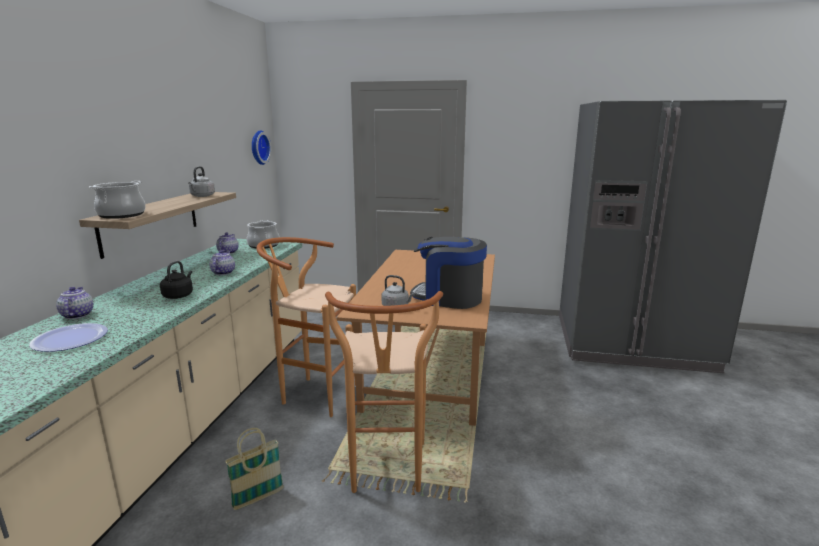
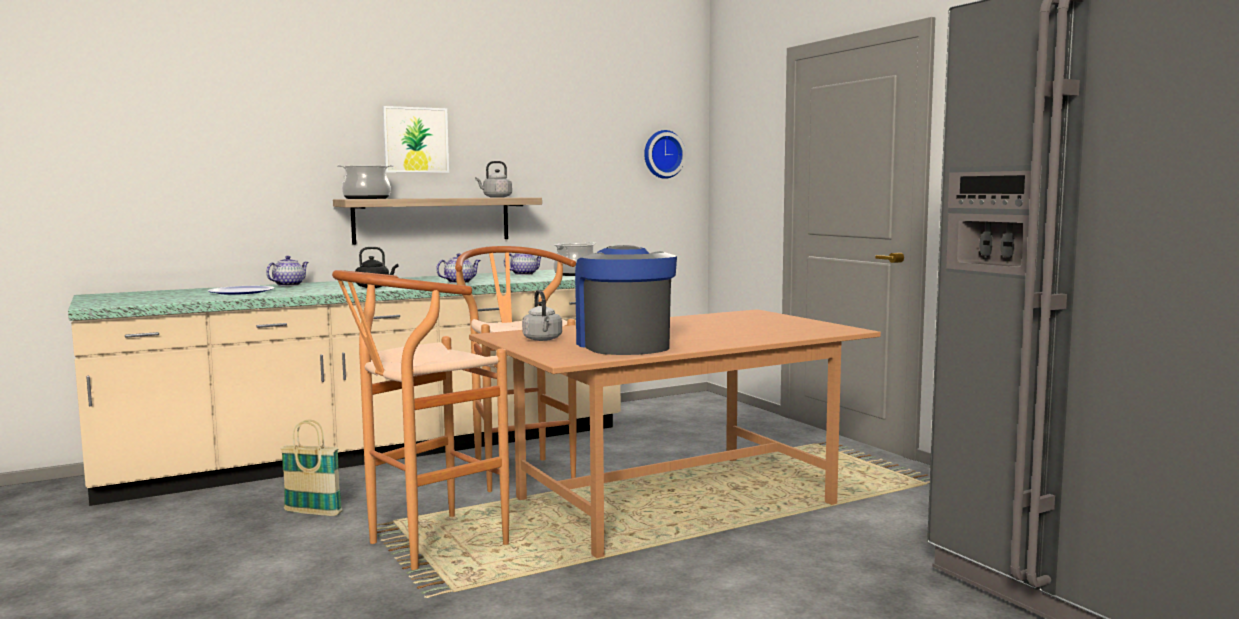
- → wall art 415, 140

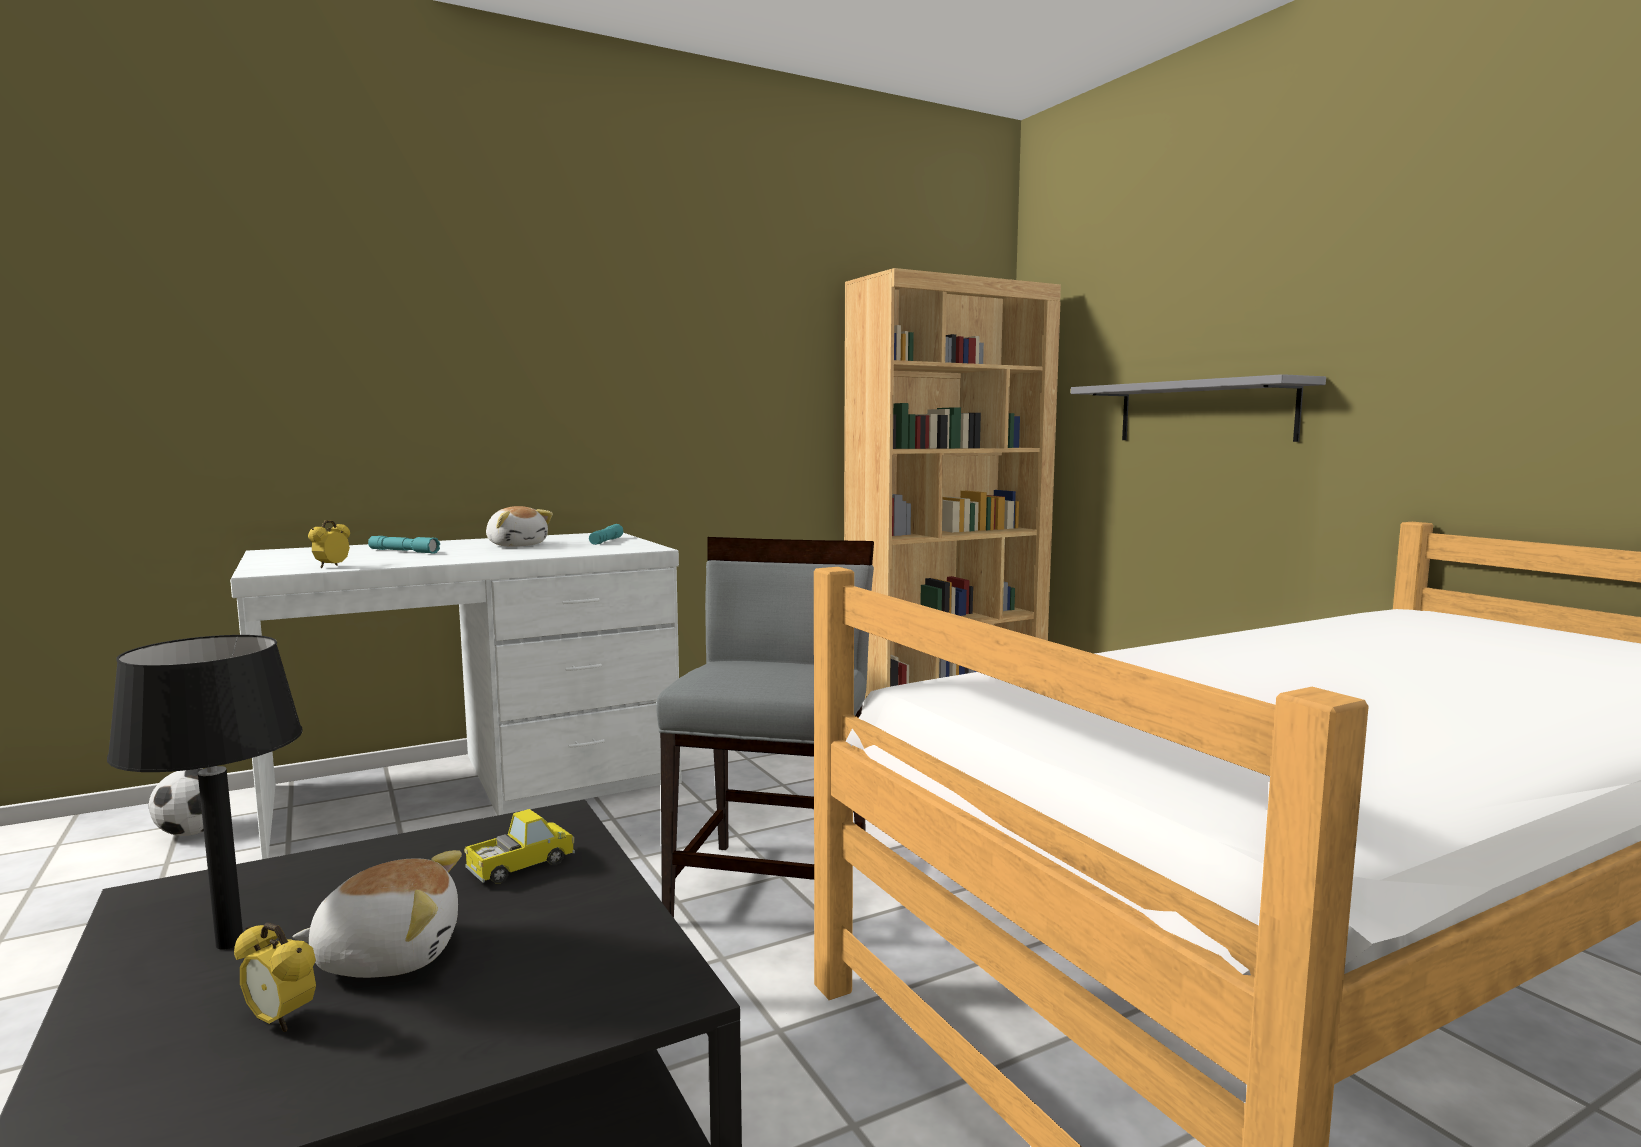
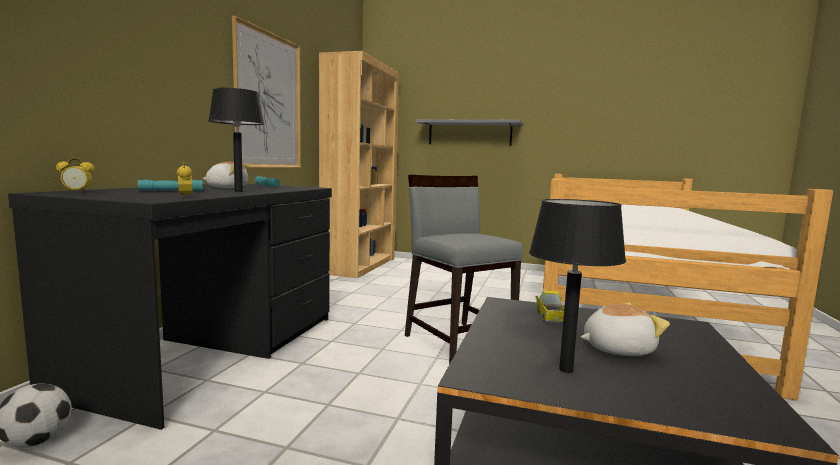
white-coloured desk table 478, 785 → blackish desk table 214, 350
plush toy 389, 955 → plush toy 616, 349, 45 degrees clockwise
alarm clock 280, 1021 → alarm clock 77, 192, move
- → wall art 269, 101
- → blackish tabletop lamp 238, 191

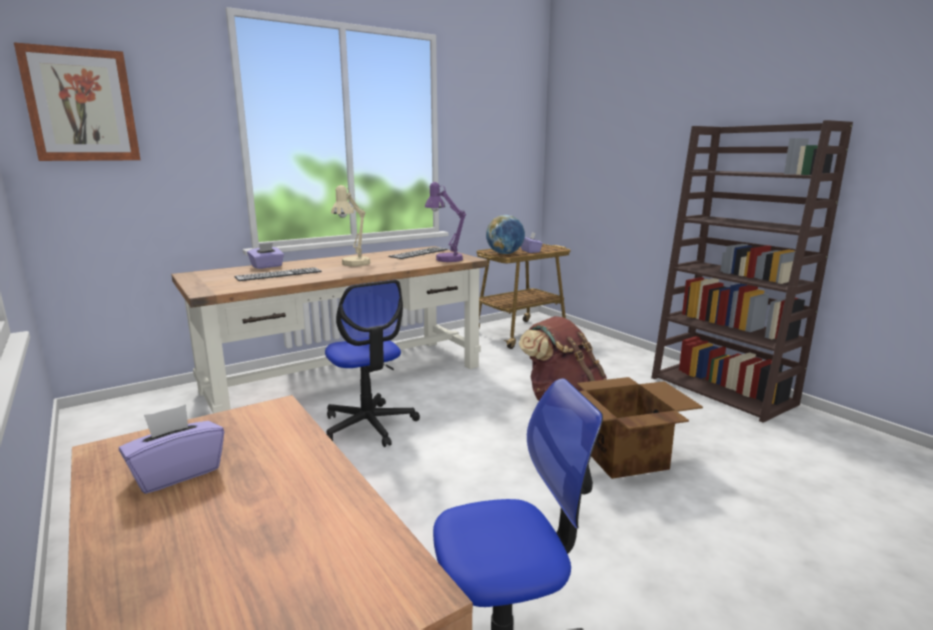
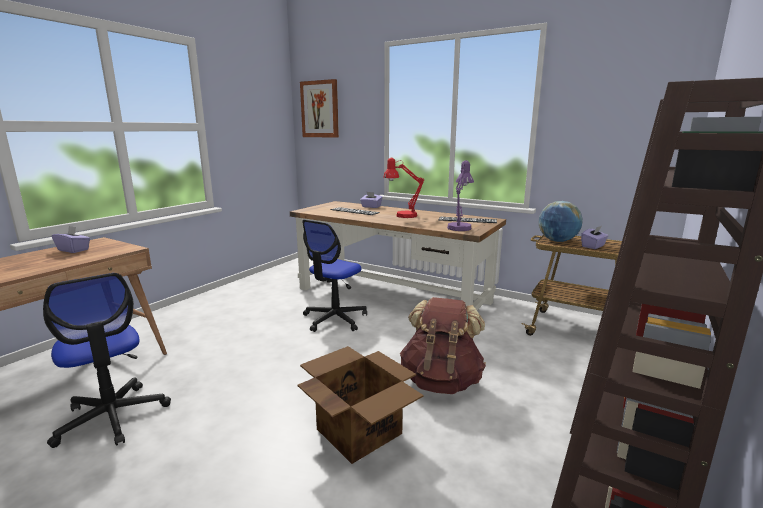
beige-coloured tabletop lamp 353, 264 → reddish tabletop lamp 401, 216

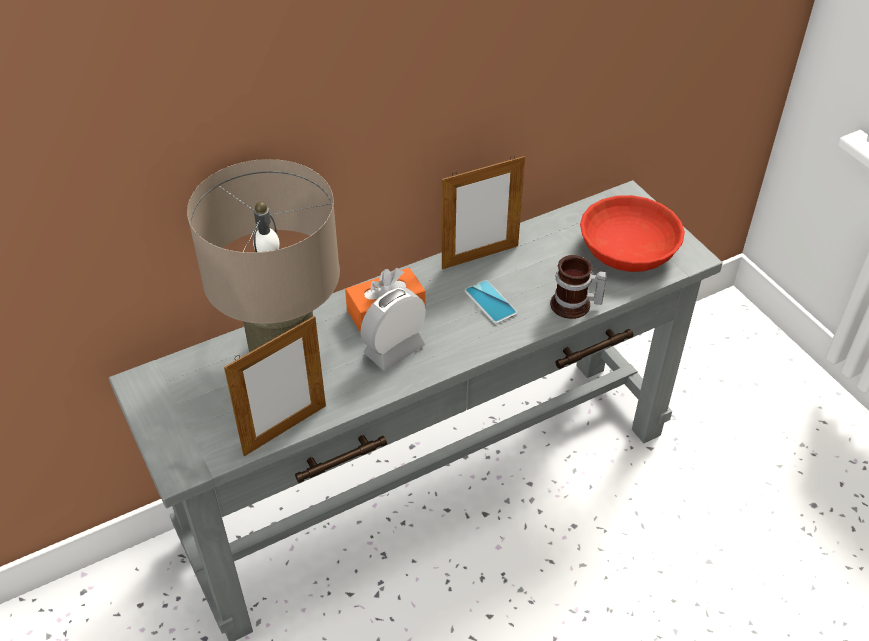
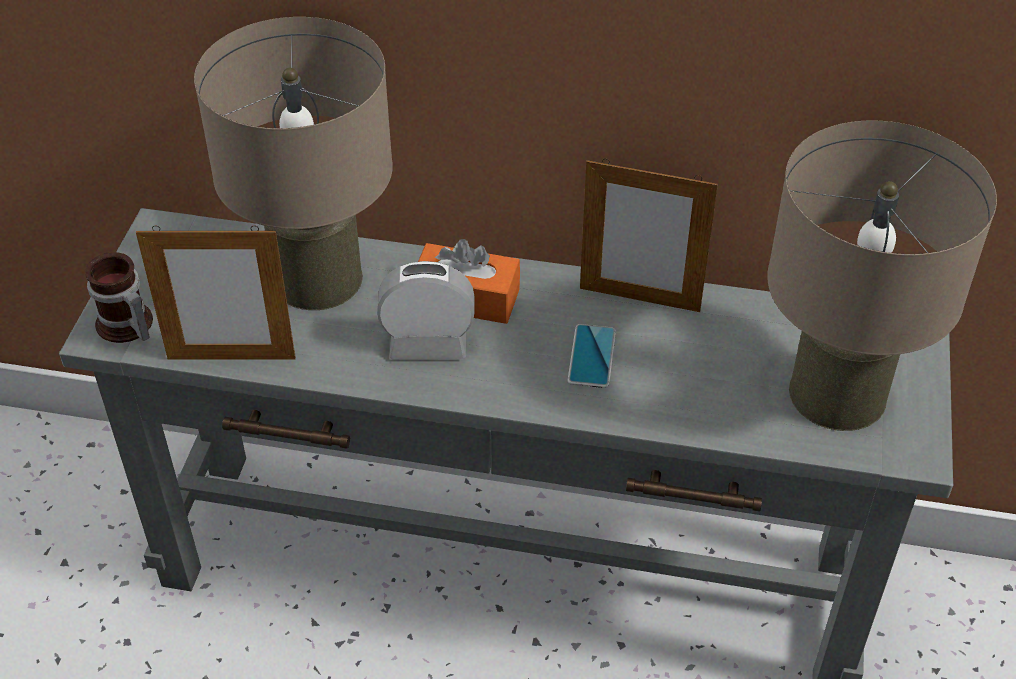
reddish deep dish 628, 249 → beige-coloured tabletop lamp 837, 394
coffee mug 574, 306 → coffee mug 125, 327, move

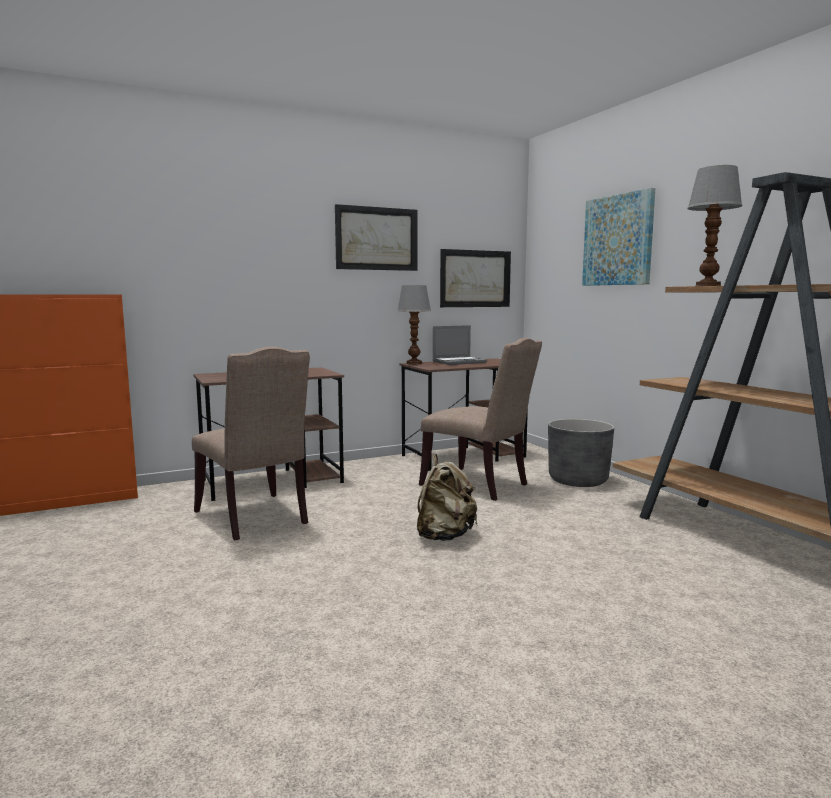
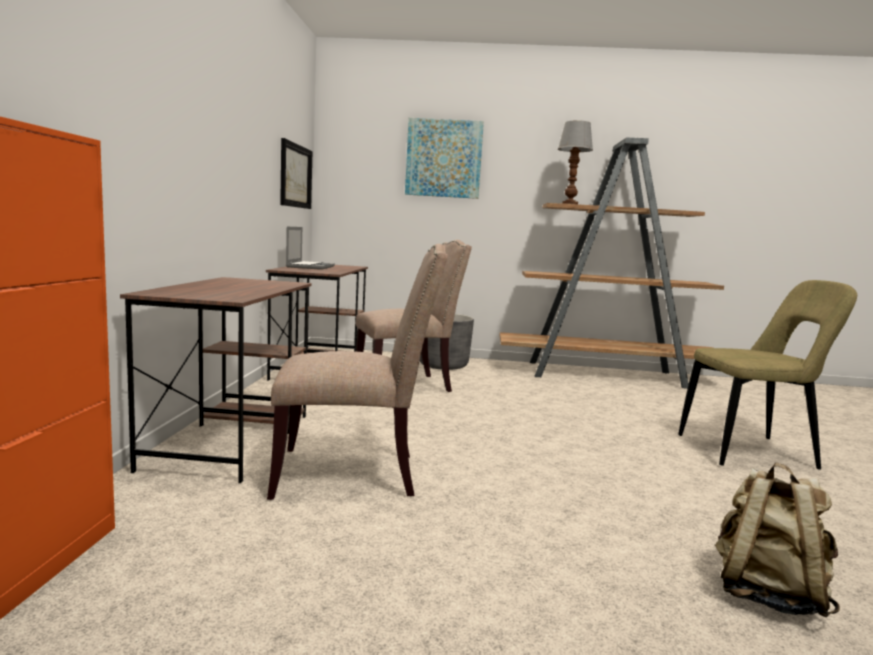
wall art 376, 239 → -
tabletop lamp 414, 363 → -
beige-coloured knapsack 444, 536 → beige-coloured knapsack 767, 594, move
- → beige-coloured chair 752, 452

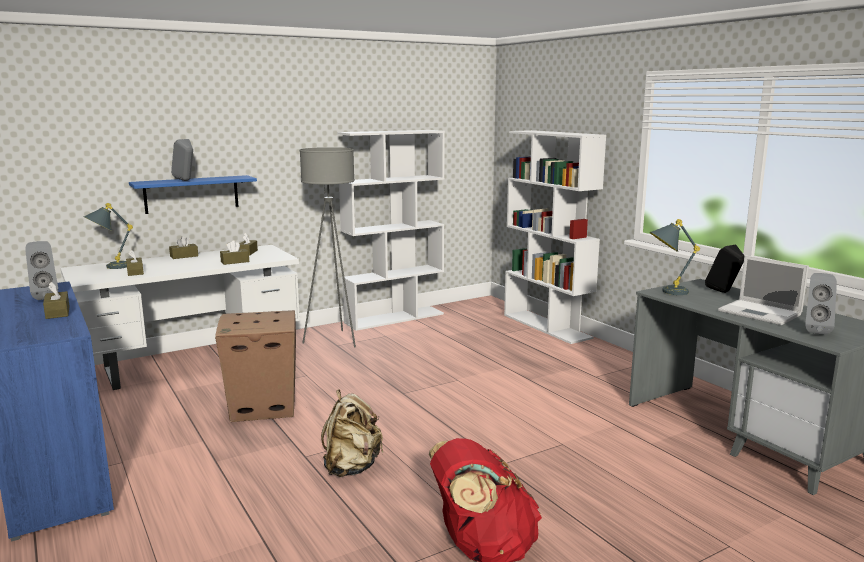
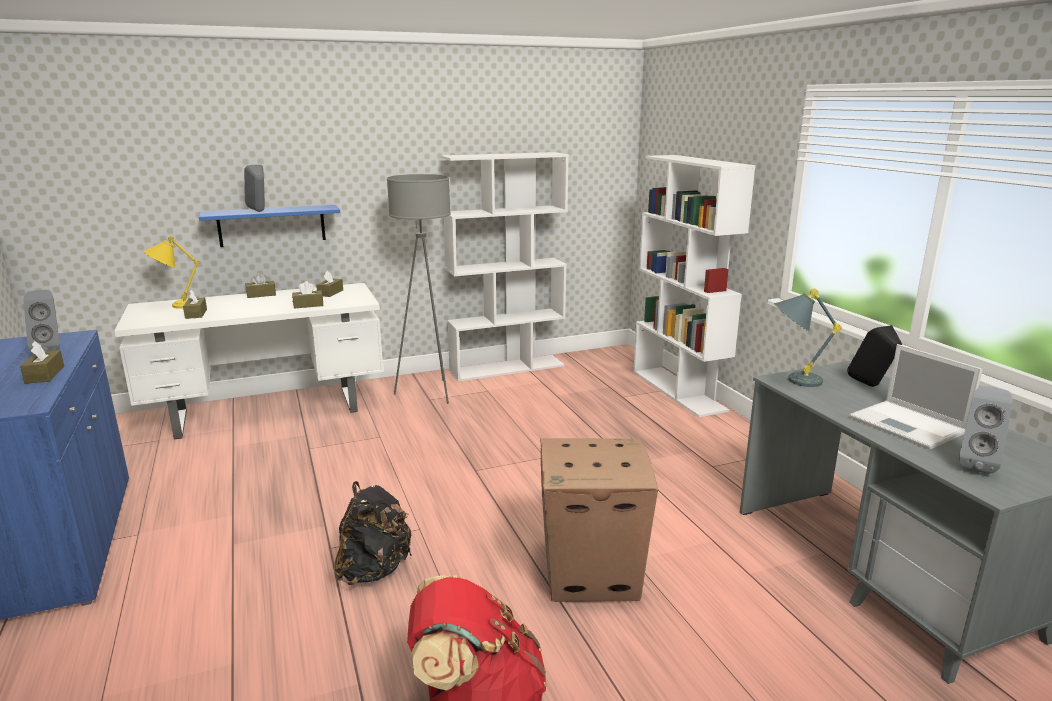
greyish tabletop lamp 109, 267 → yellowish tabletop lamp 175, 306
packing box 264, 406 → packing box 592, 573, move
beige-coloured knapsack 351, 468 → blackish knapsack 374, 570

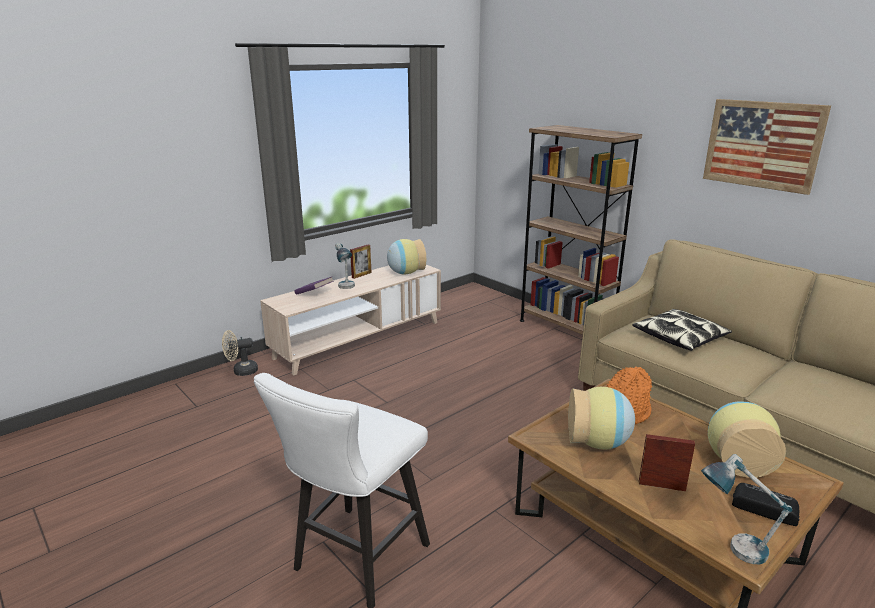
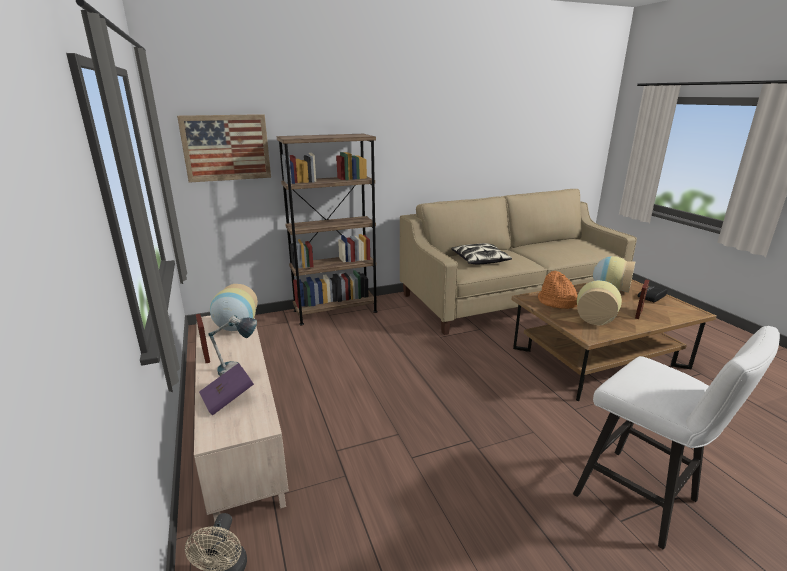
wall art 762, 145 → wall art 226, 148, move
tabletop lamp 732, 548 → -

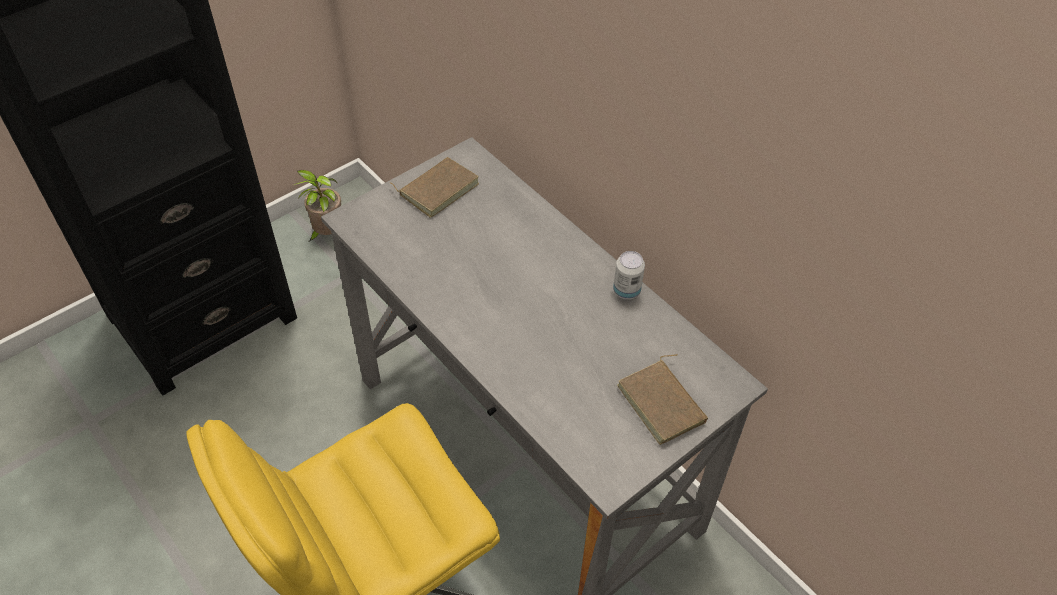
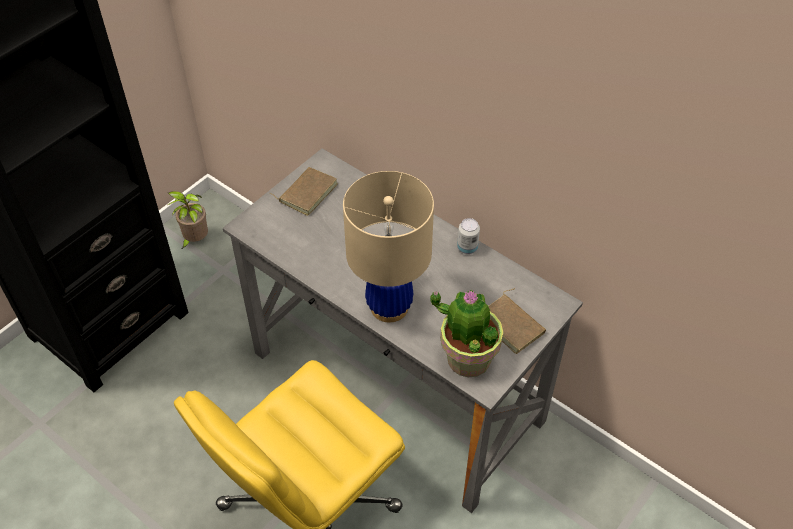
- → beige-coloured tabletop lamp 389, 306
- → potted plant 468, 358

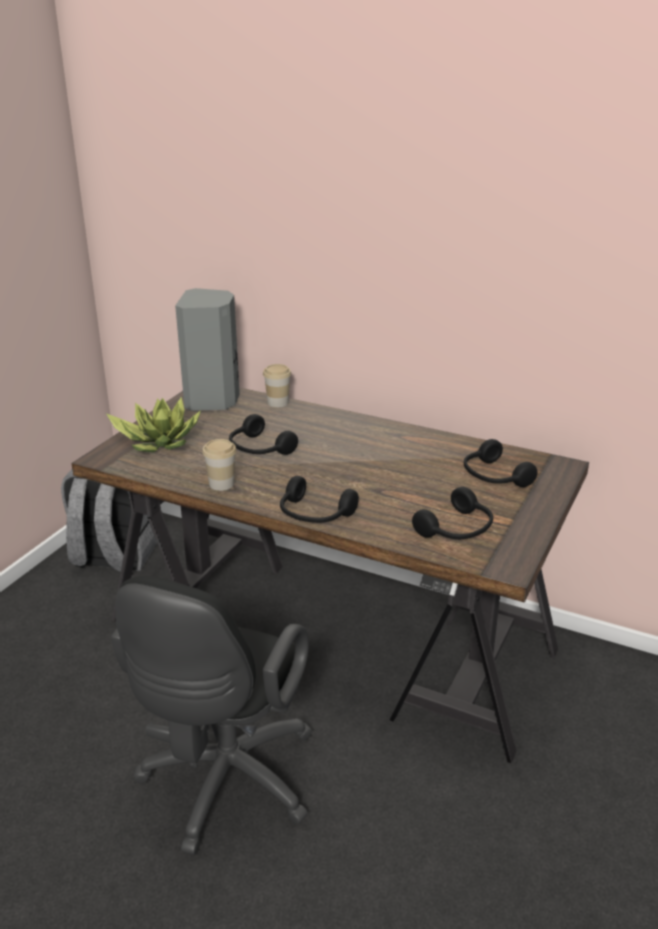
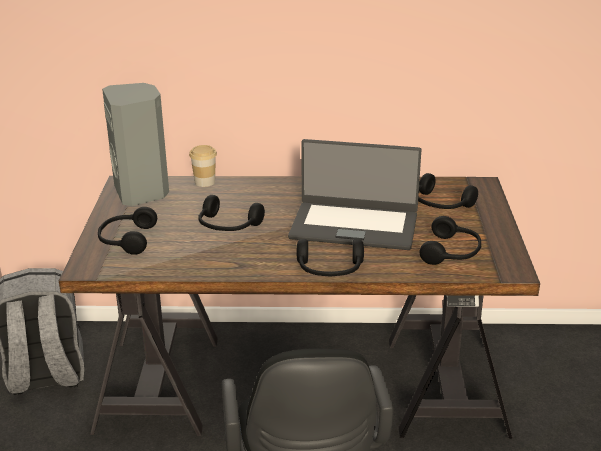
potted plant 159, 440 → blackish headphones 126, 240
drinking cup 221, 484 → -
- → notebook computer 354, 225

